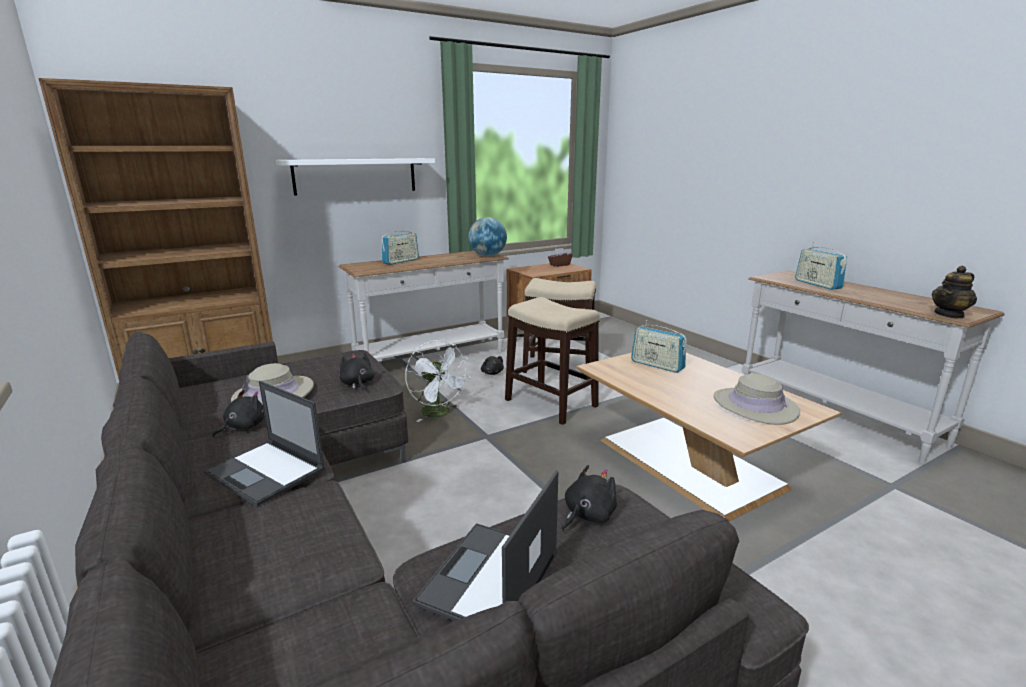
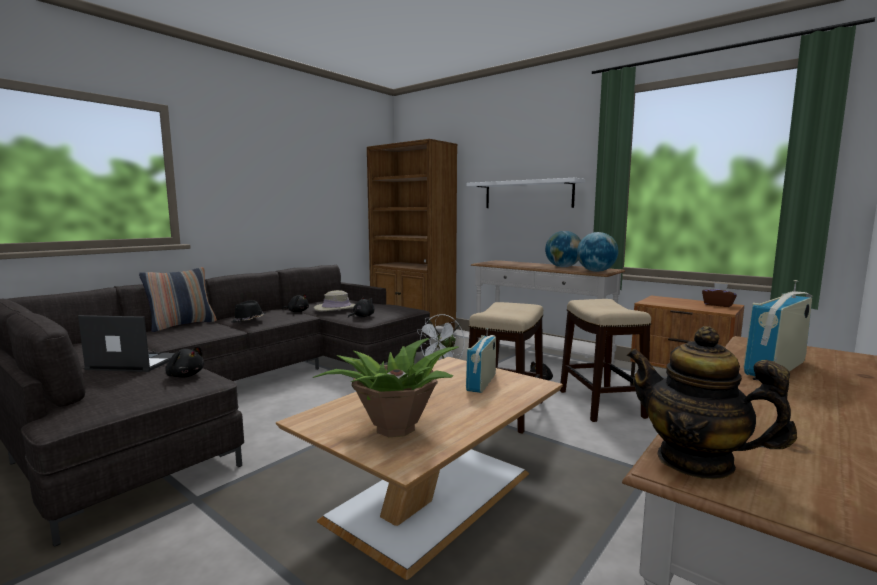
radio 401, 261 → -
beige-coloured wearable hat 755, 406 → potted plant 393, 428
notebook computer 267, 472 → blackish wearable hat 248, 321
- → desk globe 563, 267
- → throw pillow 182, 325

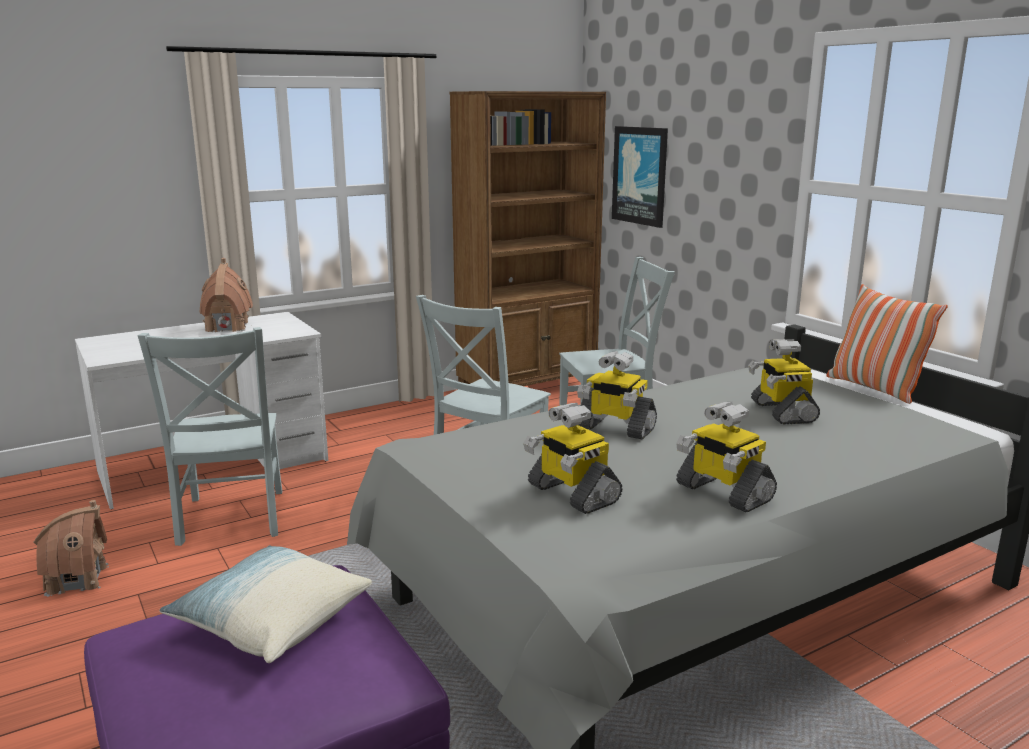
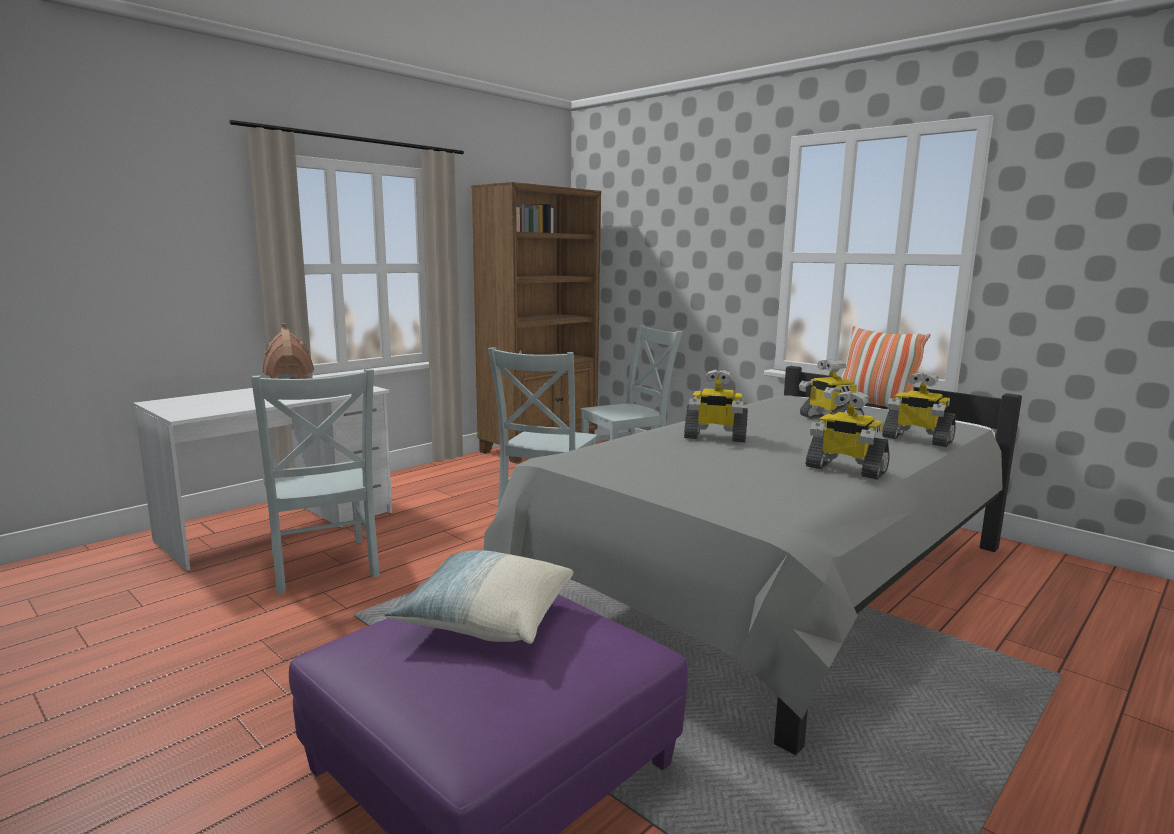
wall art 640, 175 → -
toy robot 571, 493 → toy robot 916, 439, move
toy house 78, 579 → -

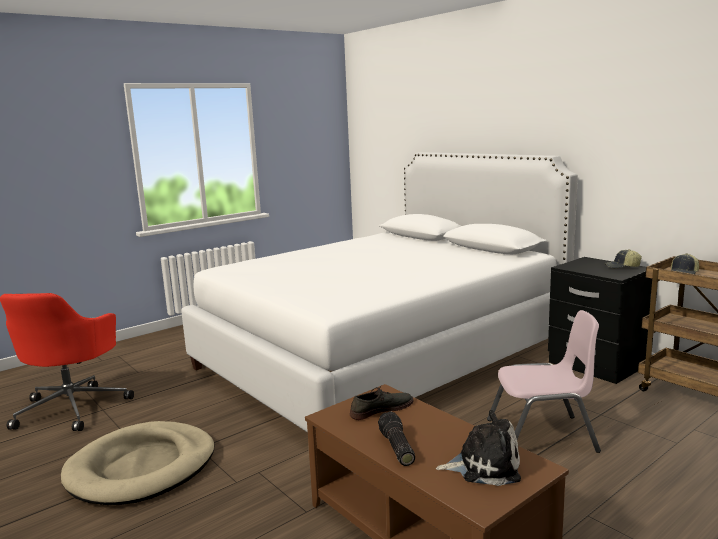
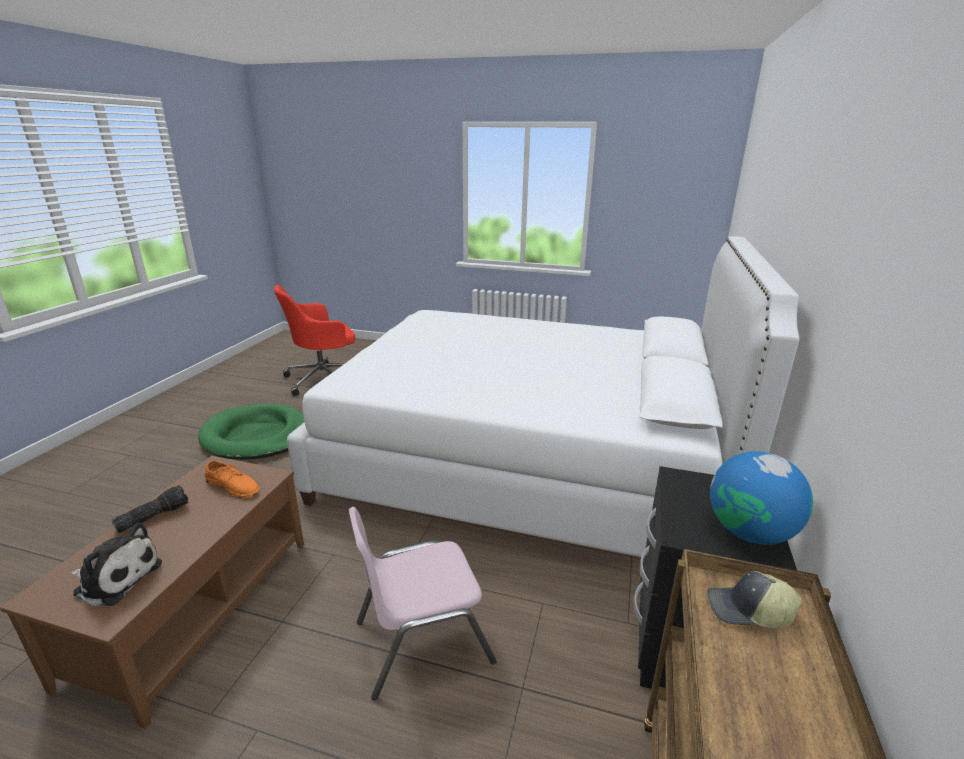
baseball cap 622, 267 → desk globe 750, 532
pink-coloured chair 542, 436 → pink-coloured chair 422, 640, 105 degrees clockwise
greyish low shoe 381, 409 → orange low shoe 233, 486
plush toy 484, 466 → plush toy 116, 577, 45 degrees counterclockwise
beige-coloured dog bed 142, 467 → green-coloured dog bed 257, 436

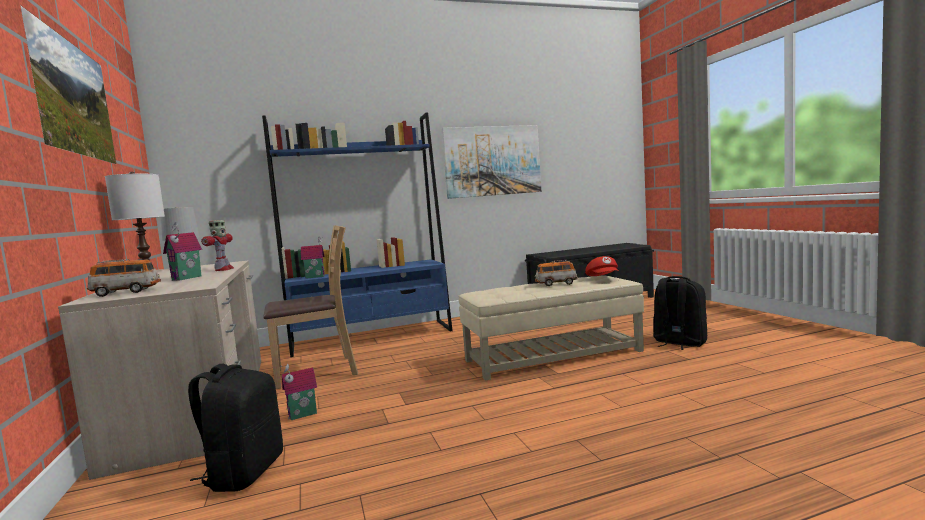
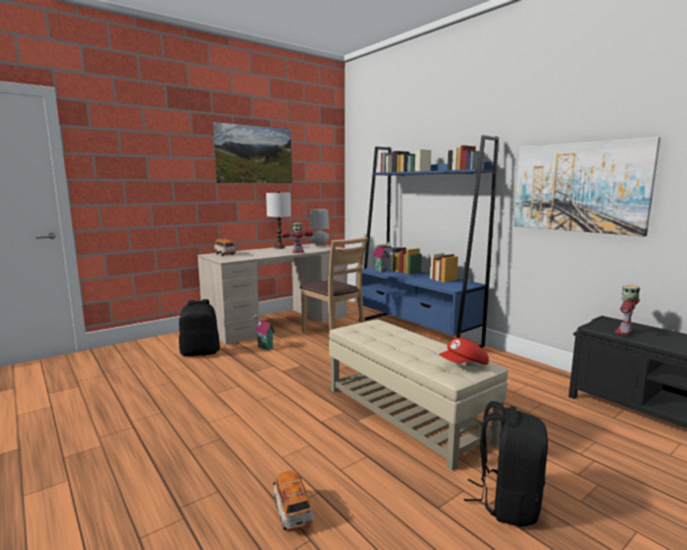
toy house 188, 278 → -
miniature car 556, 284 → miniature car 292, 512, move
- → toy robot 624, 331

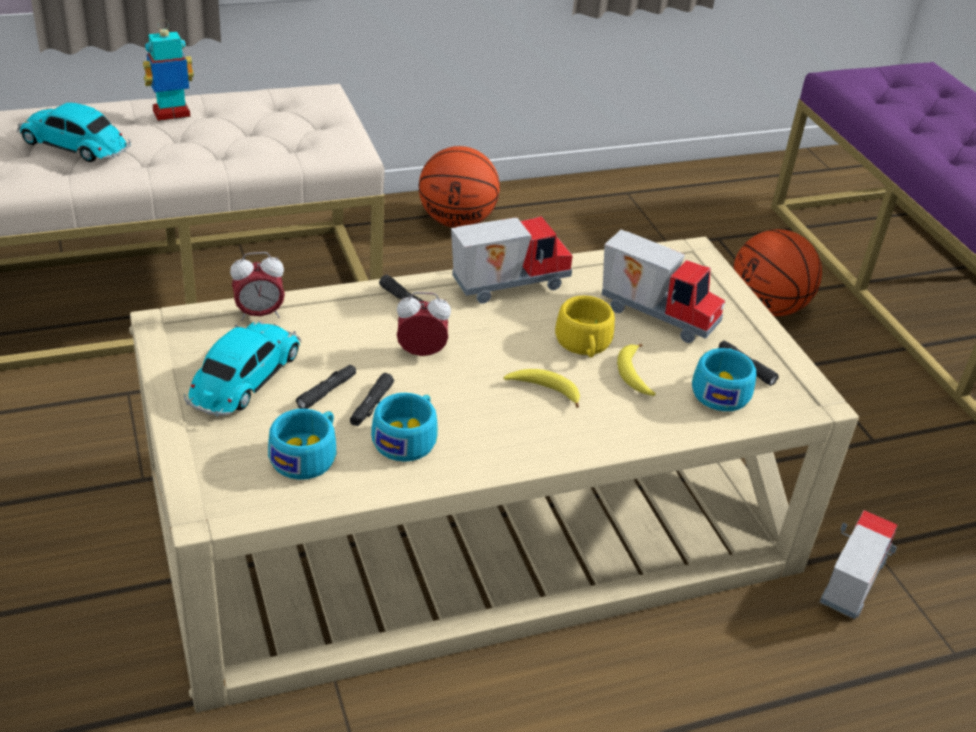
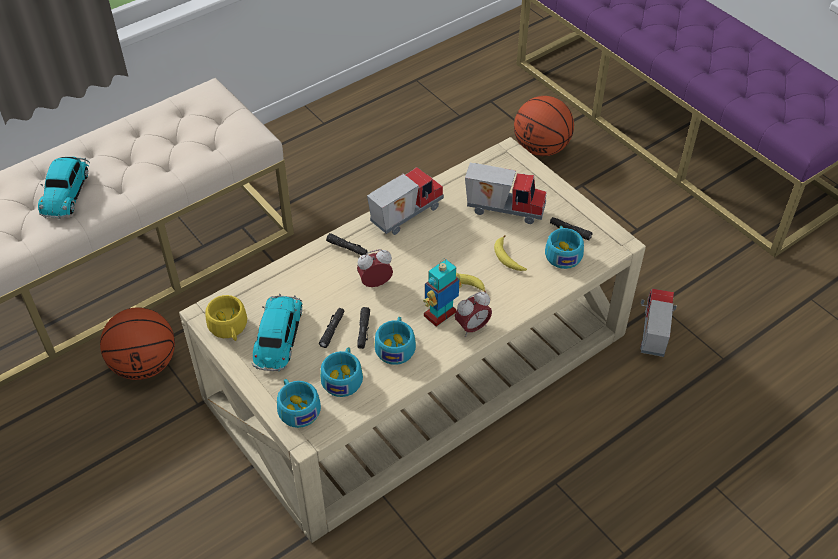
toy robot 172, 114 → toy robot 440, 315, move
miniature car 76, 146 → miniature car 66, 191, 90 degrees counterclockwise
basketball ball 456, 221 → basketball ball 144, 364, move
alarm clock 259, 314 → alarm clock 472, 327, move
yellowish drinking cup 584, 345 → yellowish drinking cup 229, 328, move
- → turquoise-coloured drinking cup 297, 408

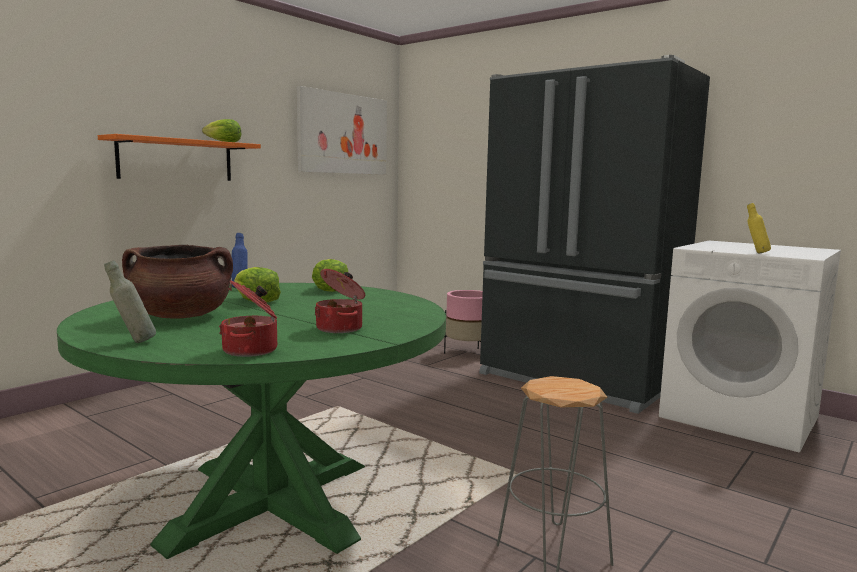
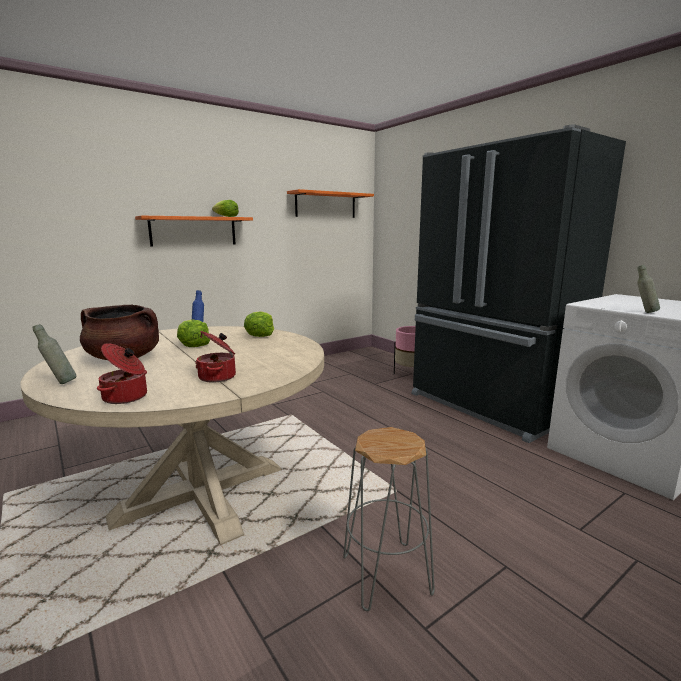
wall art 343, 134 → orange bracket shelf 326, 205
yellowish drink bottle 756, 253 → greyish drink bottle 644, 312
green-coloured dining table 271, 503 → beige-coloured dining table 201, 492

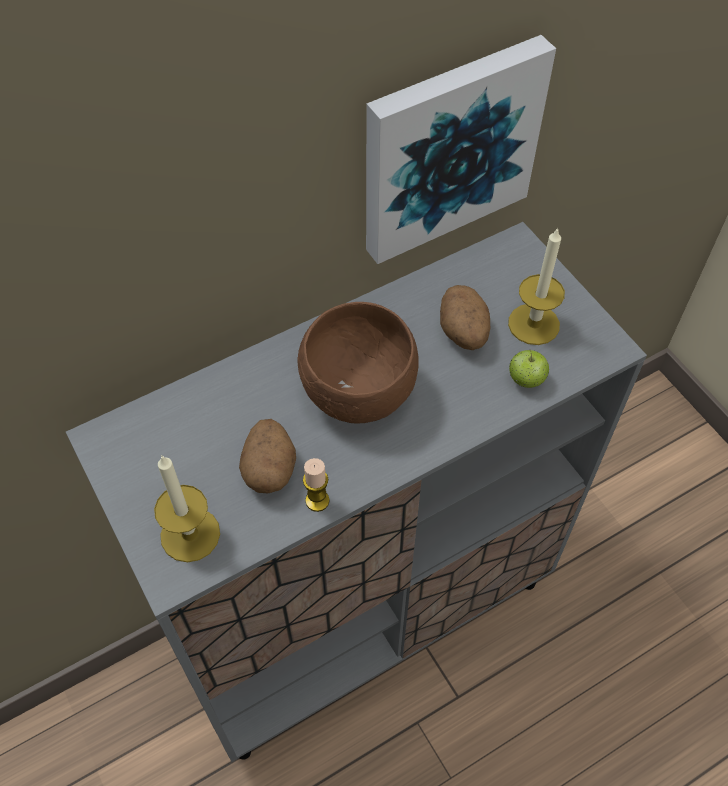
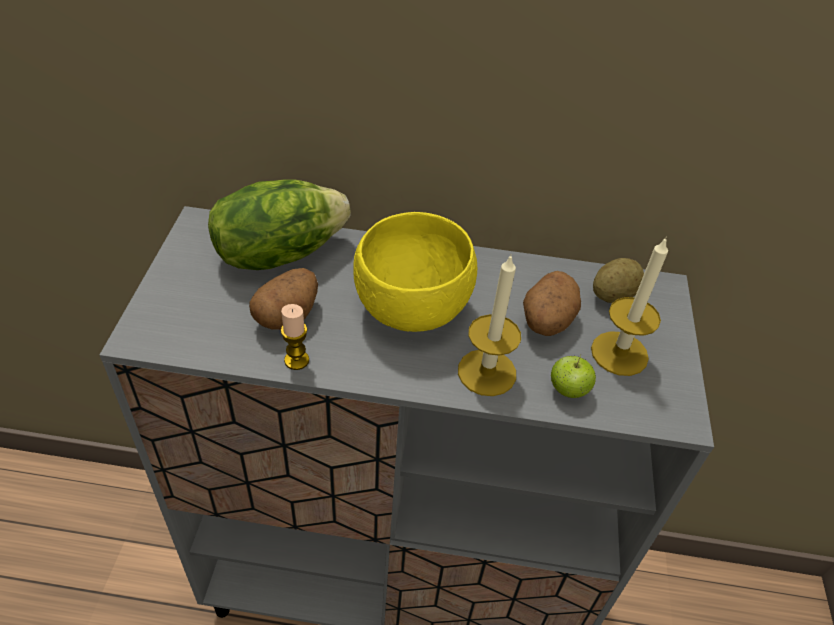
wall art 448, 148 → -
brown deep dish 356, 392 → yellowish deep dish 410, 307
wax light 190, 534 → wax light 487, 372, move
- → head of lettuce 279, 252
- → potato 613, 295

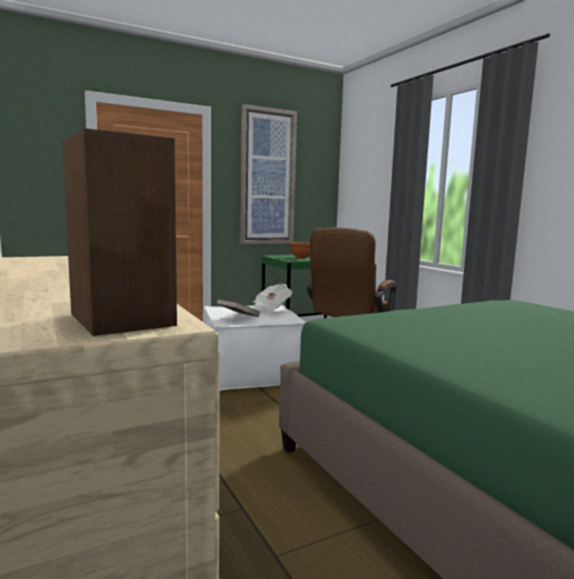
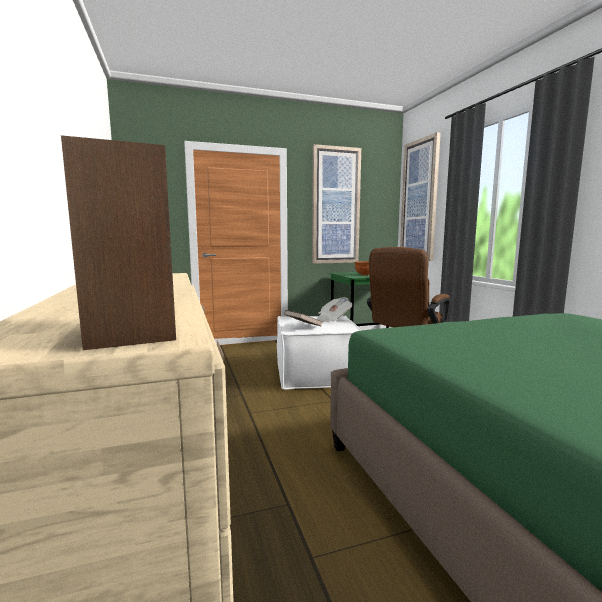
- → wall art 420, 200

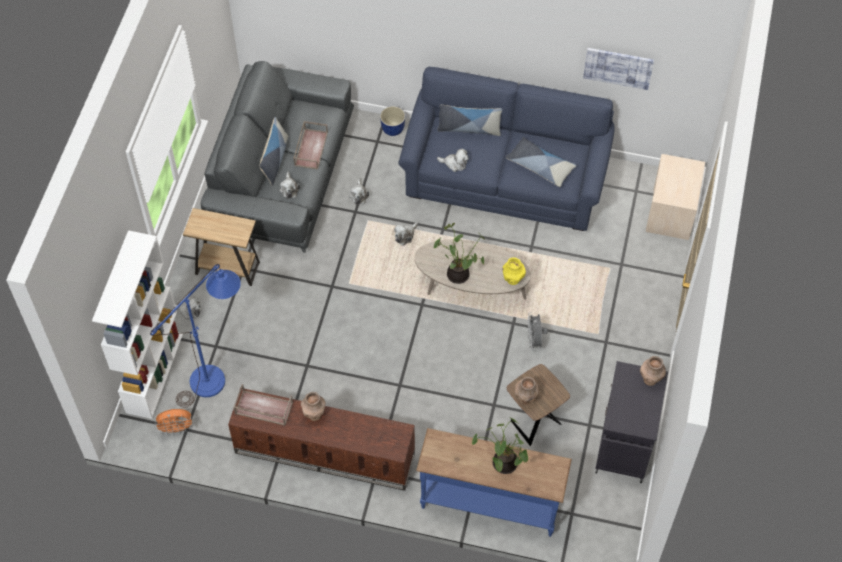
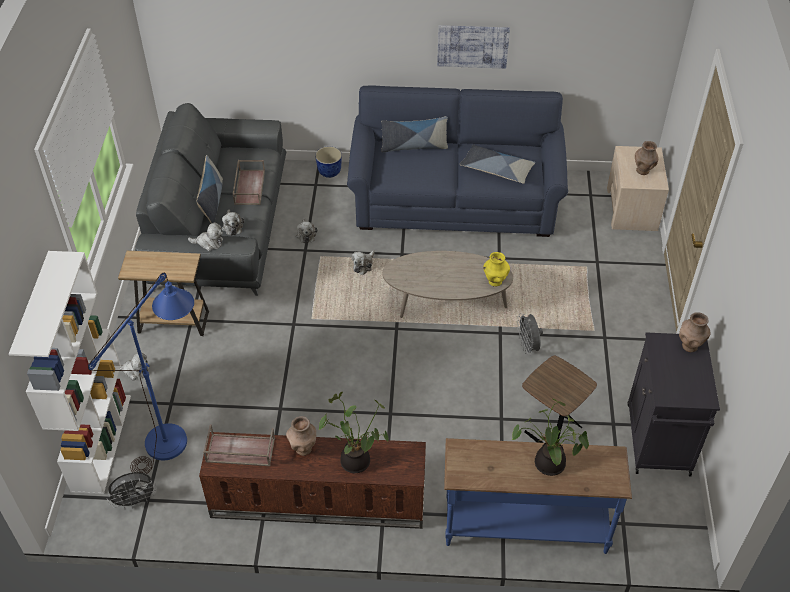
wall art 618, 67 → wall art 472, 46, move
plush toy 454, 163 → plush toy 209, 243, move
potted plant 459, 273 → potted plant 356, 459, move
brown flower vase 525, 399 → brown flower vase 643, 171, move
orange electric fan 176, 429 → greyish electric fan 135, 501

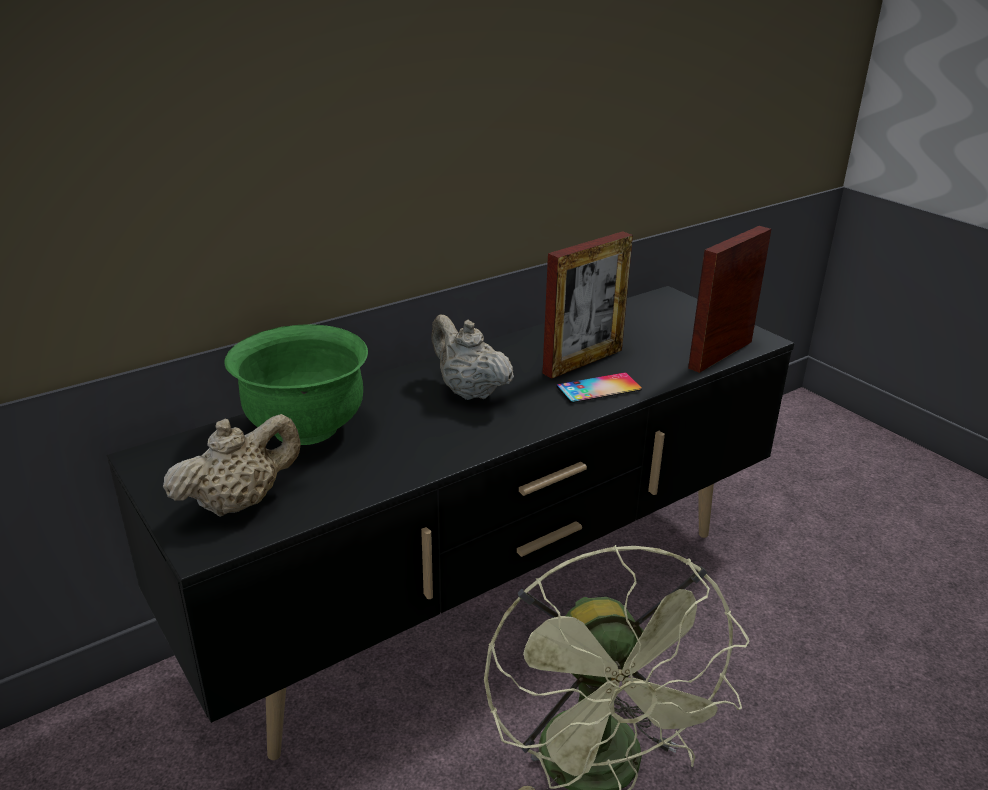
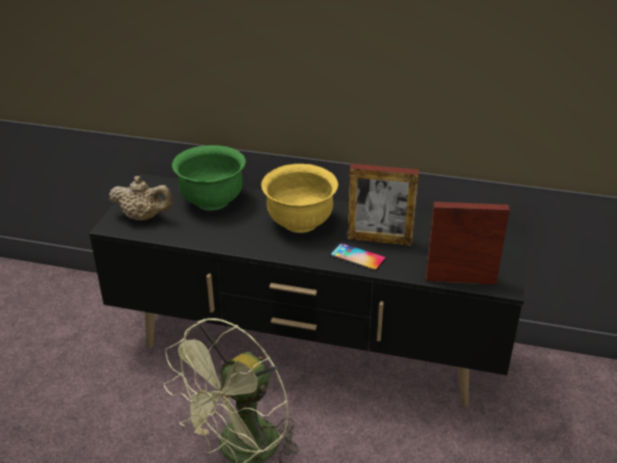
beige-coloured pot for tea 469, 391 → yellowish deep dish 299, 223

